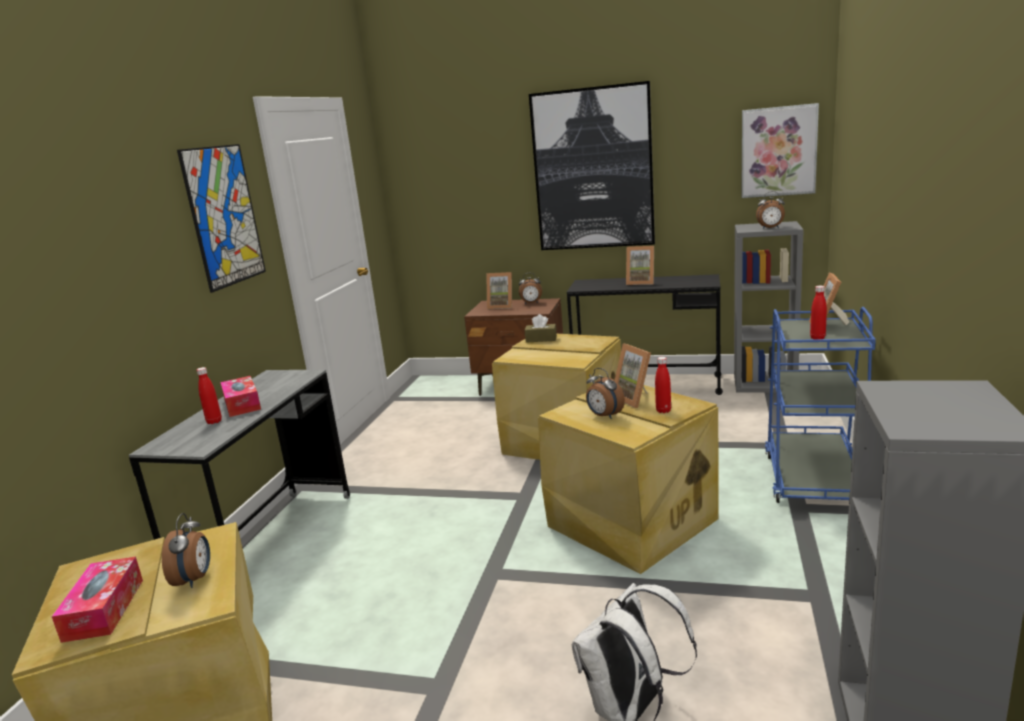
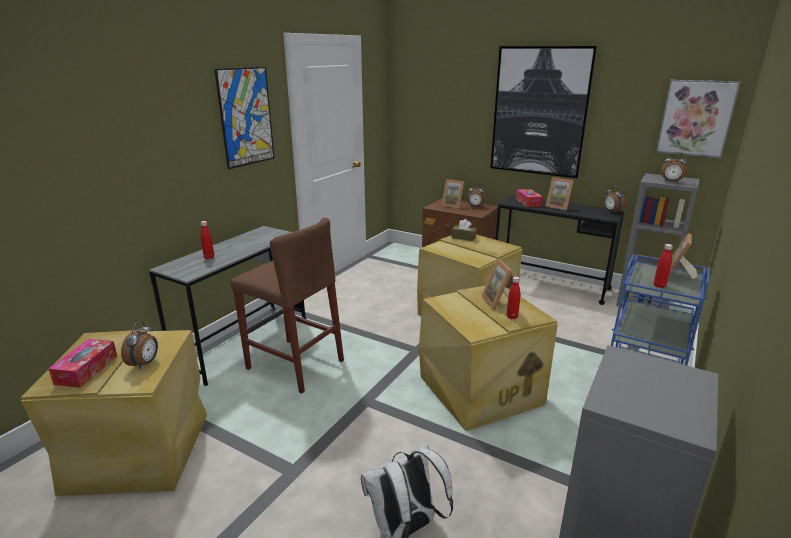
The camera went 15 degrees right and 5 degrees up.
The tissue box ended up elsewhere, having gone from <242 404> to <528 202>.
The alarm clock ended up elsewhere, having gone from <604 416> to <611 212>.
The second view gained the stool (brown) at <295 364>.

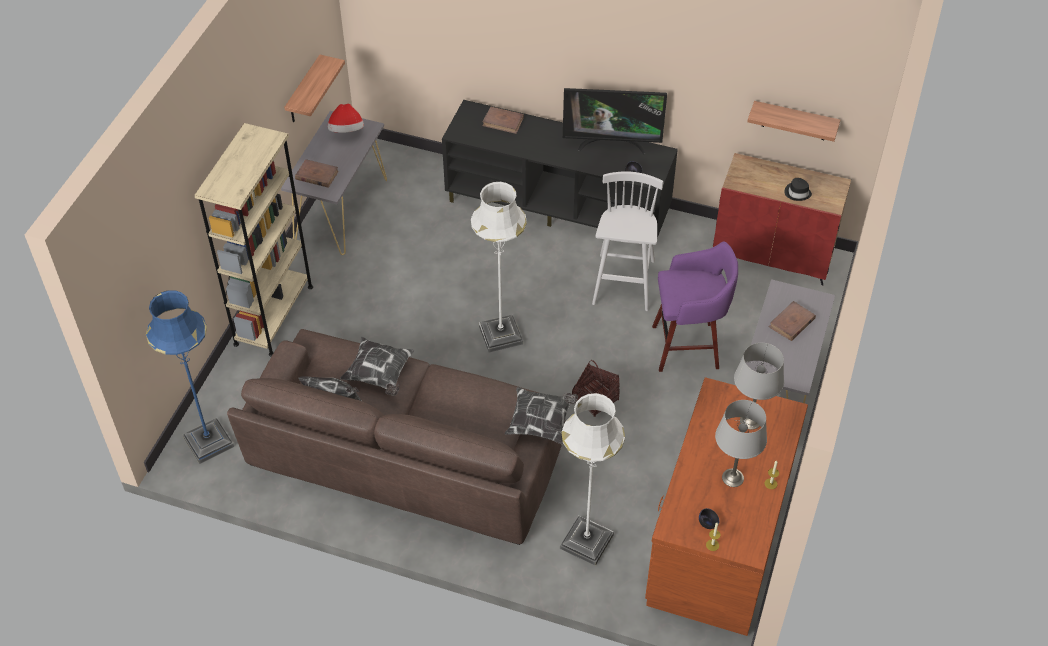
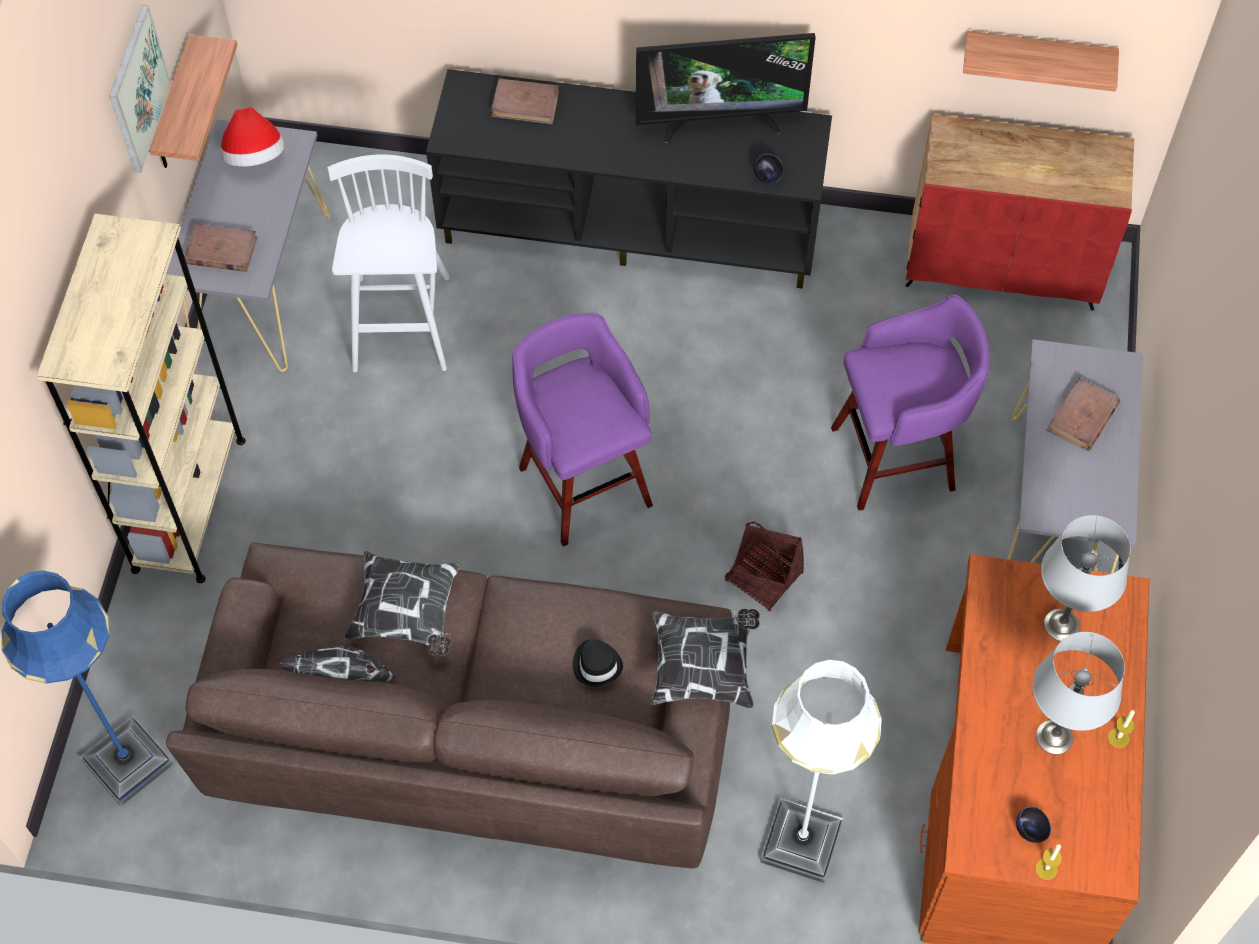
The camera went 10 degrees left and 10 degrees up.
Where the floor lamp (white) stood at <501 335>, the stool (purple) came to stand at <583 482>.
The stool (white) ended up elsewhere, having gone from <623 284> to <401 326>.
The hat (black) ended up elsewhere, having gone from <797 193> to <597 664>.
The second view gained the picture at <138 89>.

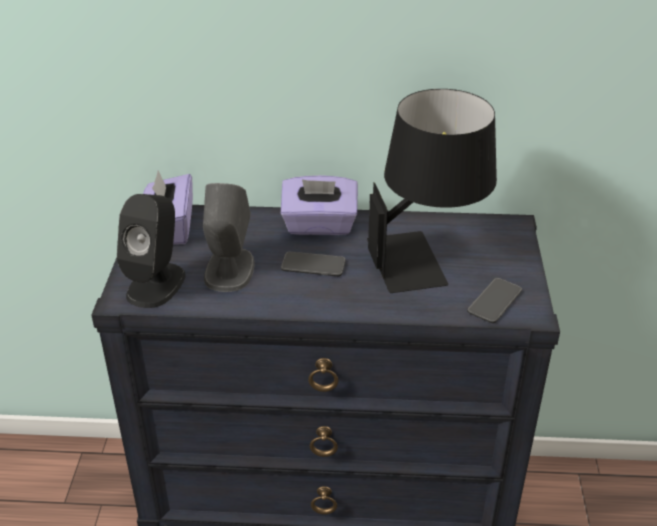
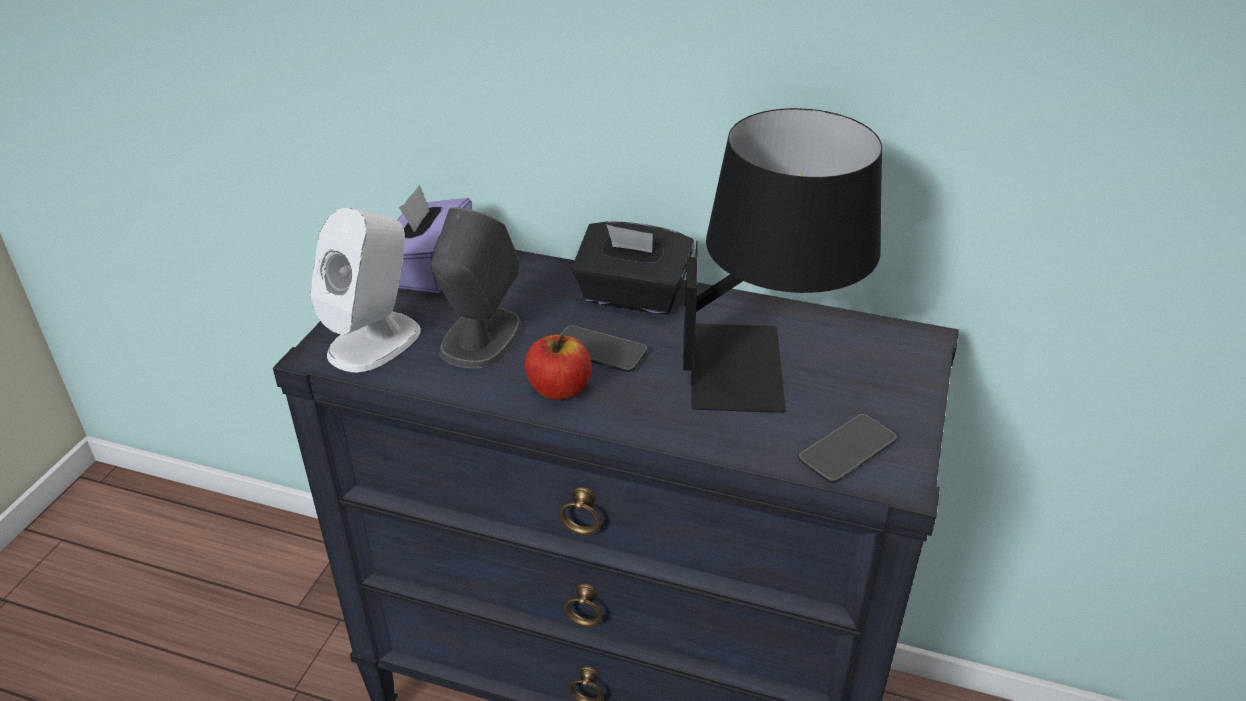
The camera went 15 degrees right and 0 degrees up.
What was the speaker (black) at <156 284> turned into the speaker (white) at <375 341>.
What was the tissue box (purple) at <319 225> turned into the tissue box (black) at <632 296>.
The second view gained the apple at <559 389>.

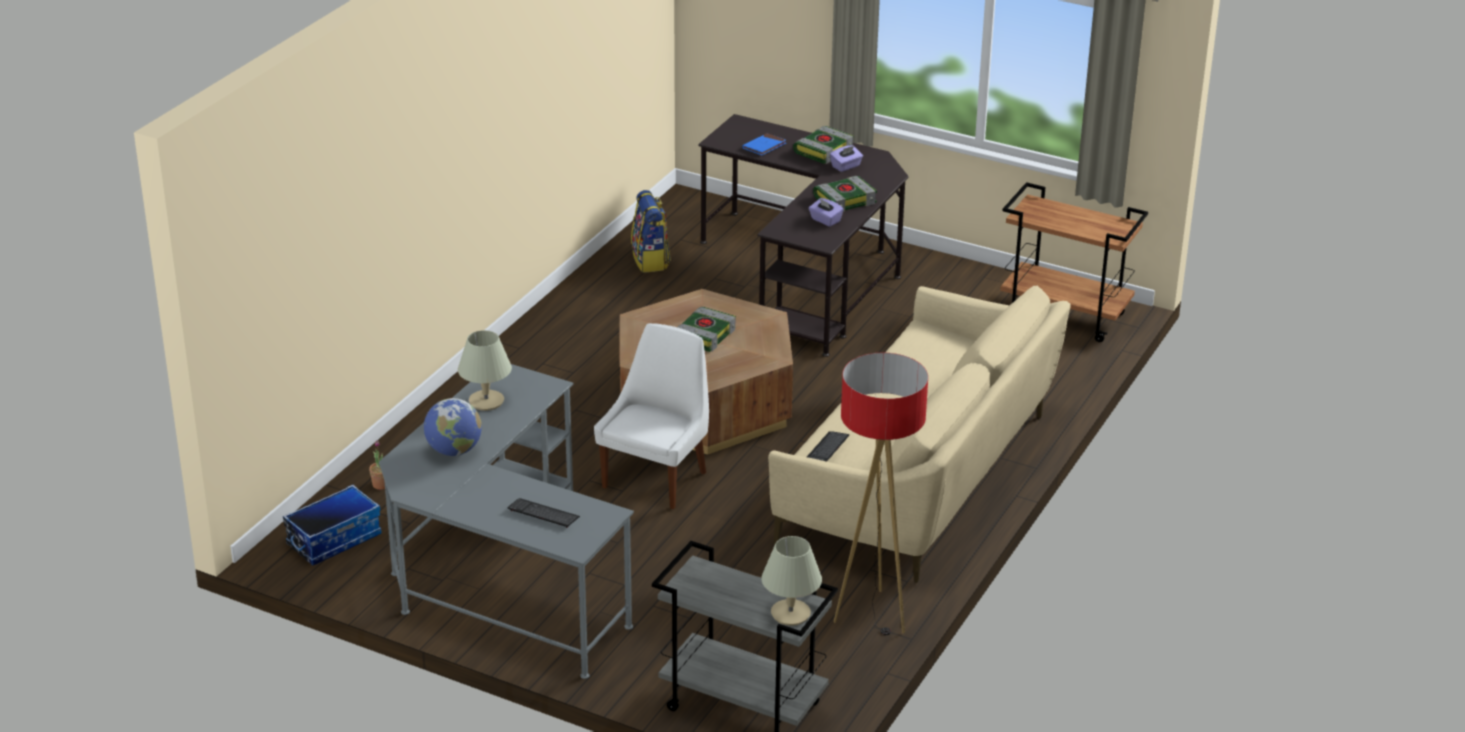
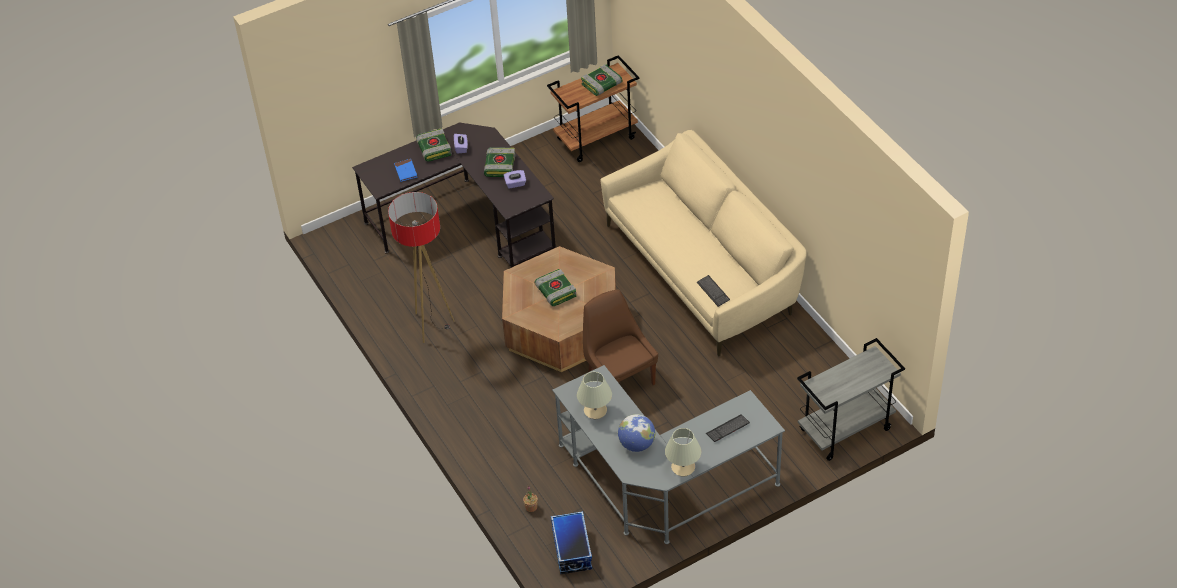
The camera went 55 degrees left and 15 degrees up.
What was the chair (white) at <657 478> turned into the chair (brown) at <619 379>.
The second view lost the backpack at <651 260>.
The table lamp (beige) ended up elsewhere, having gone from <790 613> to <683 467>.
The floor lamp ended up elsewhere, having gone from <872 616> to <431 326>.
The second view gained the book at <601 85>.

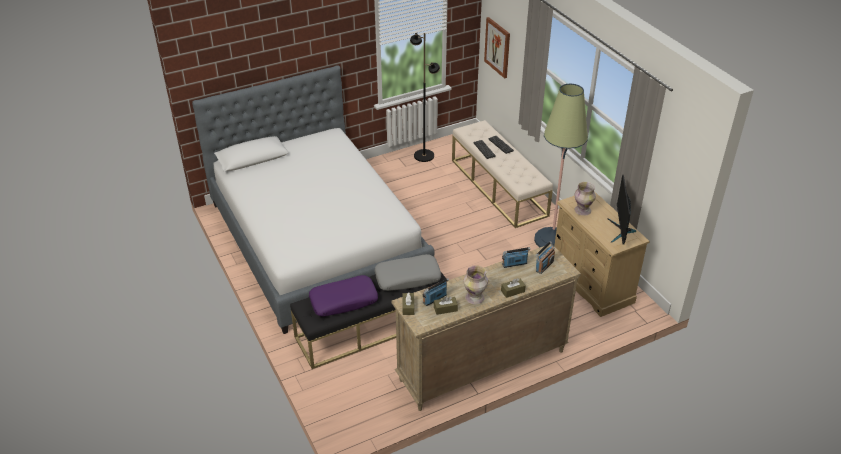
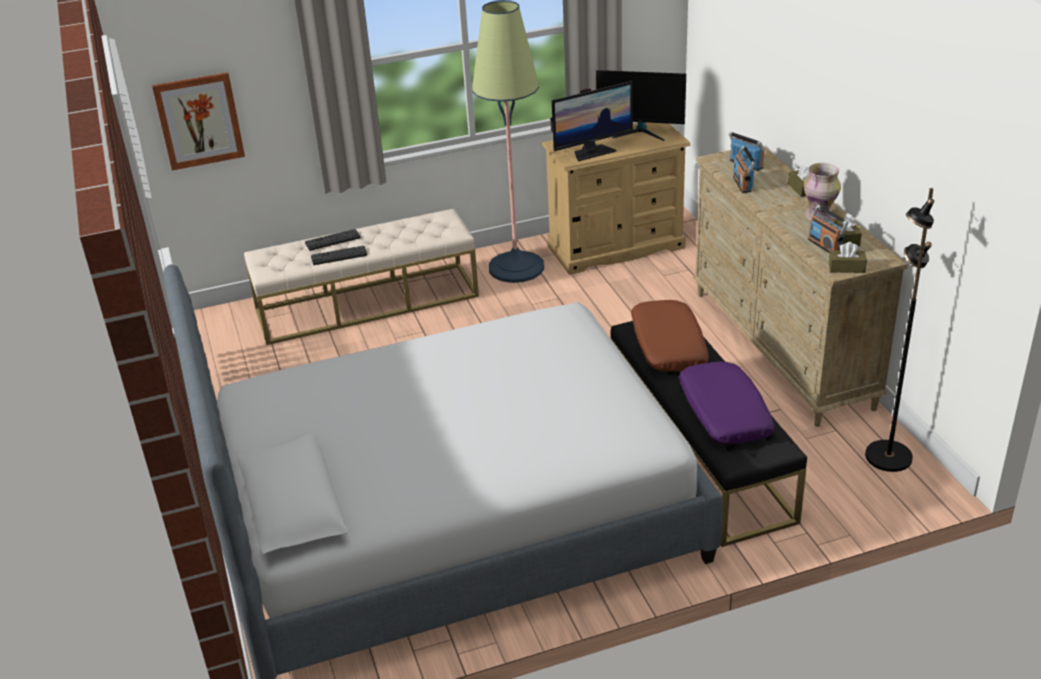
The camera went 80 degrees left and 5 degrees down.
What was the pillow (grey) at <407 278> turned into the pillow (brown) at <667 345>.
The floor lamp (black) ended up elsewhere, having gone from <424 155> to <887 457>.
Where the vase stood at <583 211>, the monitor came to stand at <592 152>.

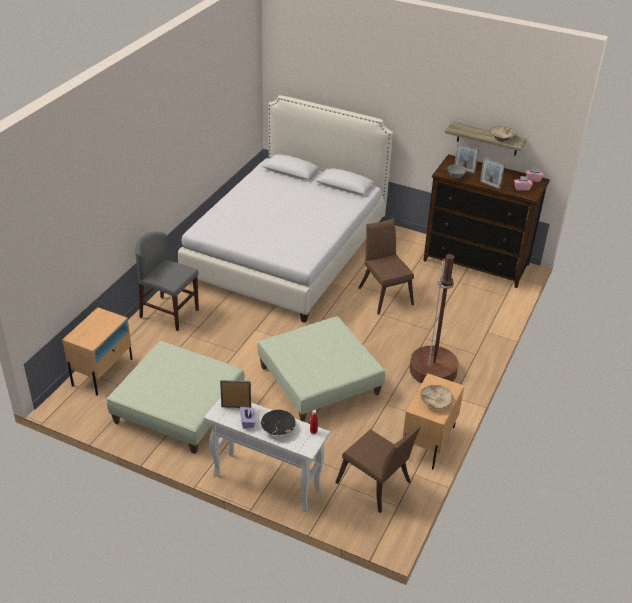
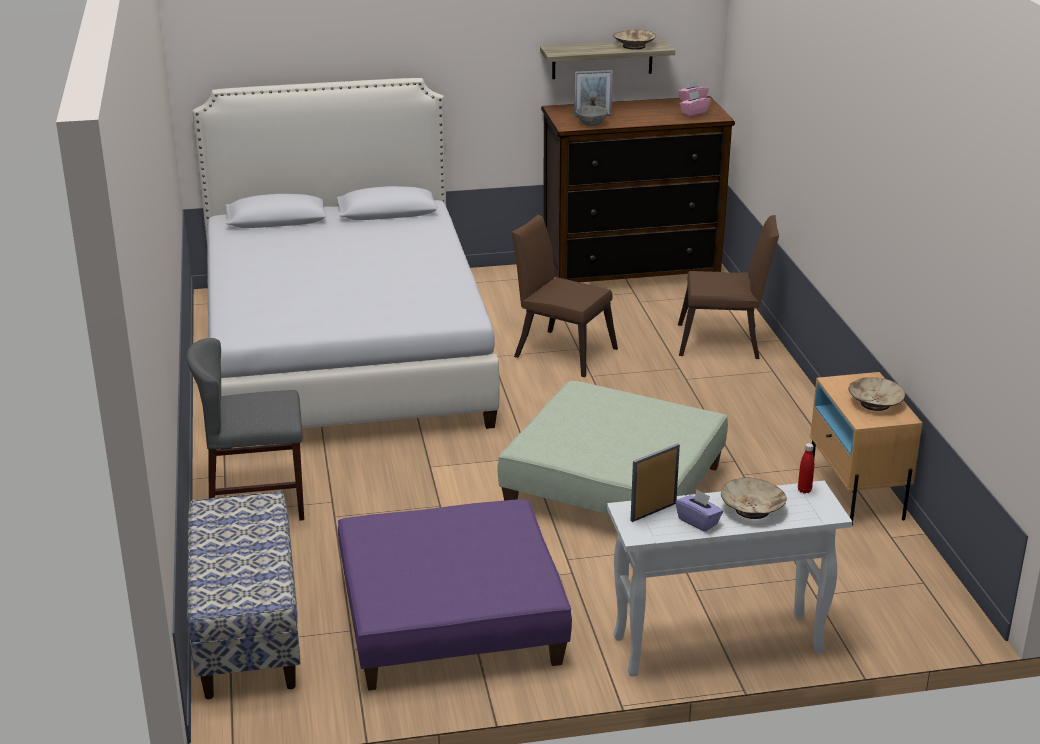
The camera went 35 degrees left and 10 degrees down.
Where the nightstand (beige) stood at <103 372>, the bench came to stand at <246 630>.
What was the ottoman (green) at <178 408> turned into the ottoman (purple) at <449 620>.
What was the bowl (black) at <278 428> turned into the bowl (beige) at <752 509>.
The chair (brown) ended up elsewhere, having gone from <376 486> to <725 342>.
The second view lost the floor lamp (brown) at <433 370>.
The second view lost the picture frame at <490 185>.

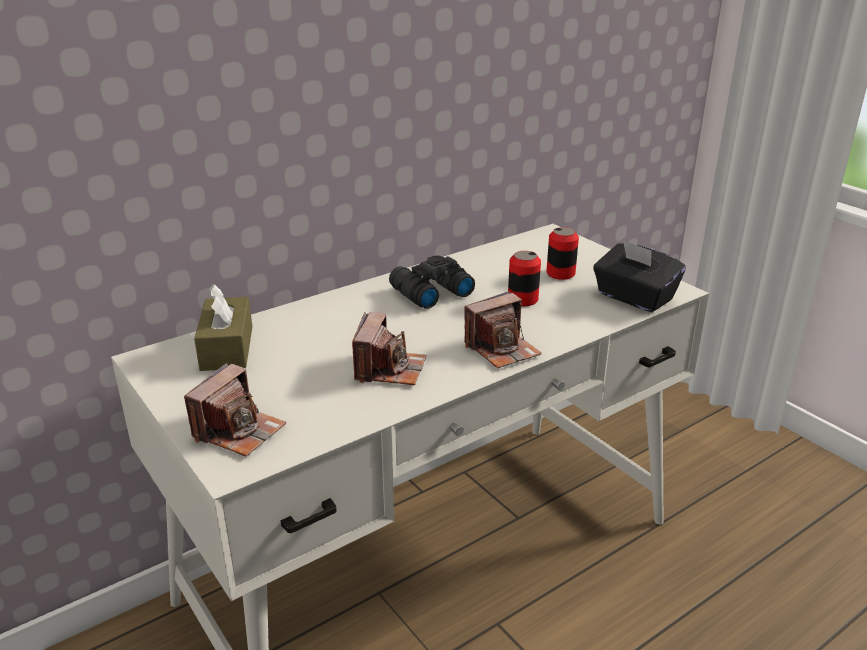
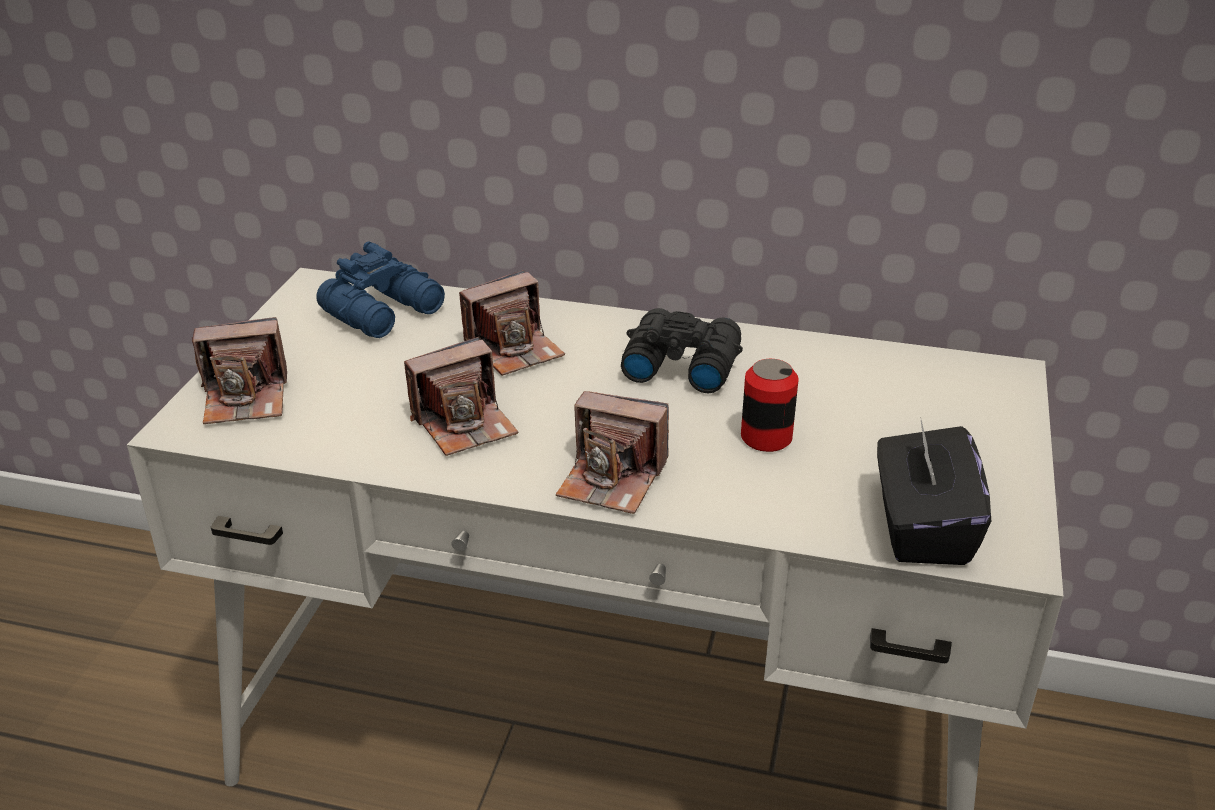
The camera went 50 degrees right and 5 degrees up.
Where the tissue box (brown) stood at <227 348>, the binoculars (blue) came to stand at <386 312>.
The second view lost the can at <560 273>.
The second view gained the photo camera at <514 349>.

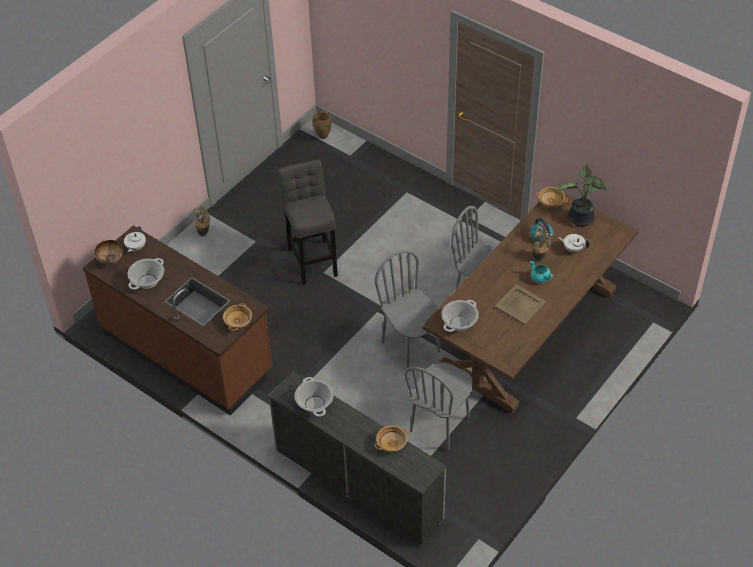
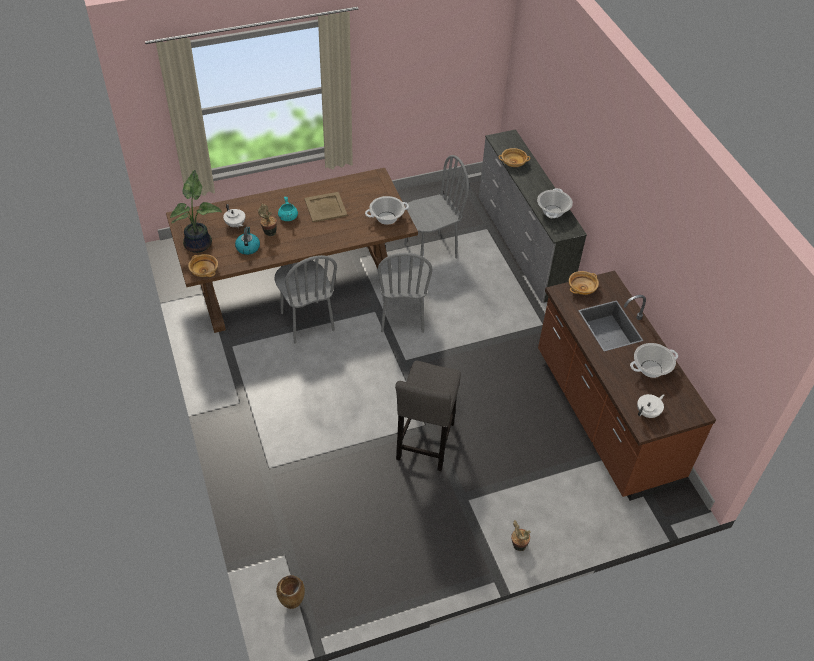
The camera went 150 degrees left and 0 degrees up.
The second view lost the bowl at <110 261>.

